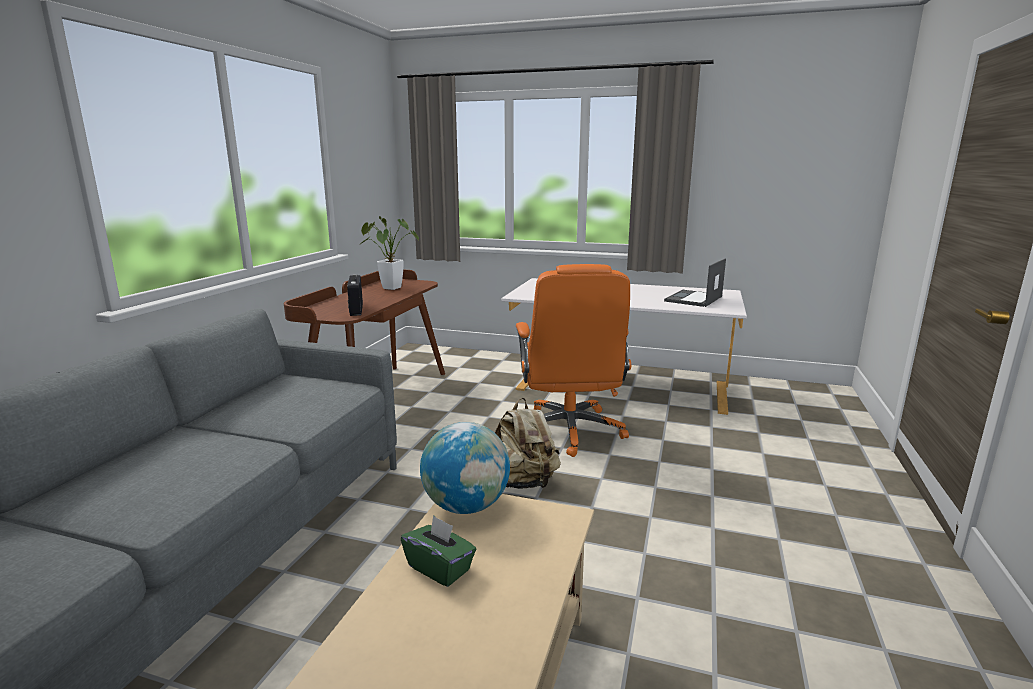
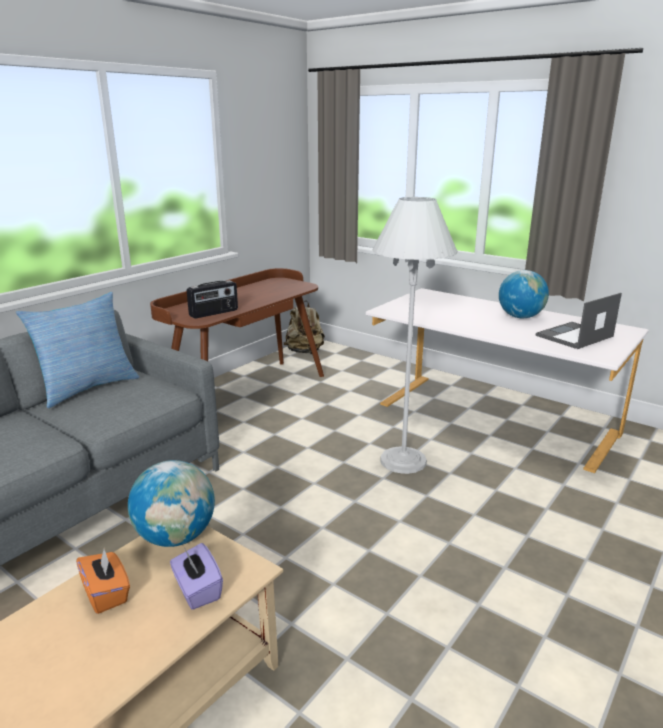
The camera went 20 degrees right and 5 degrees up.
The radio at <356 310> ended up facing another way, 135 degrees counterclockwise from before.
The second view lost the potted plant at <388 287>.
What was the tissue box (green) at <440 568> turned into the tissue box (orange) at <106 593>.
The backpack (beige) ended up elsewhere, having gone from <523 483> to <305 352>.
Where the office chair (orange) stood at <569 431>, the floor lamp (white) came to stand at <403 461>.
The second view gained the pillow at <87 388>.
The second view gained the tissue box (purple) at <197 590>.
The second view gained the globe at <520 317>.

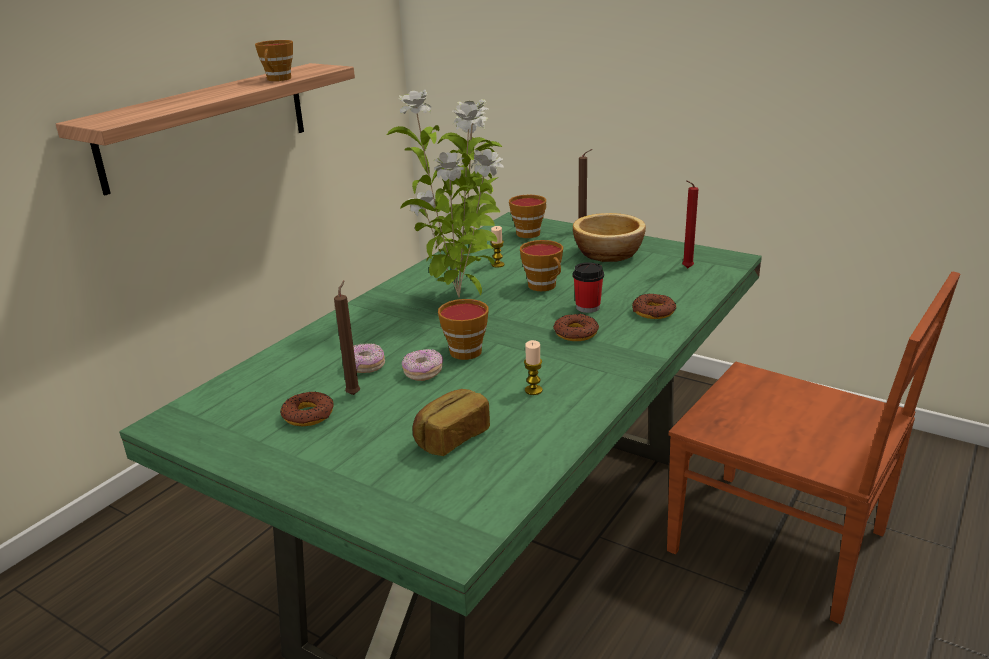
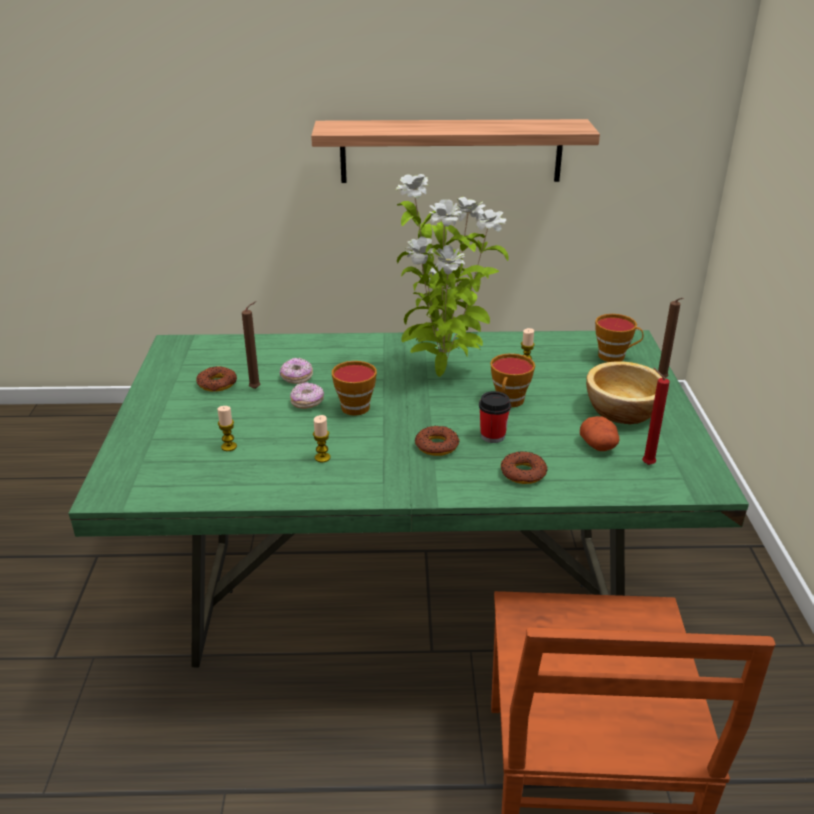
The camera went 55 degrees right and 5 degrees up.
The second view lost the cup at <278 79>.
Where the bread stood at <451 437>, the candle came to stand at <229 447>.
The second view gained the potato at <599 445>.

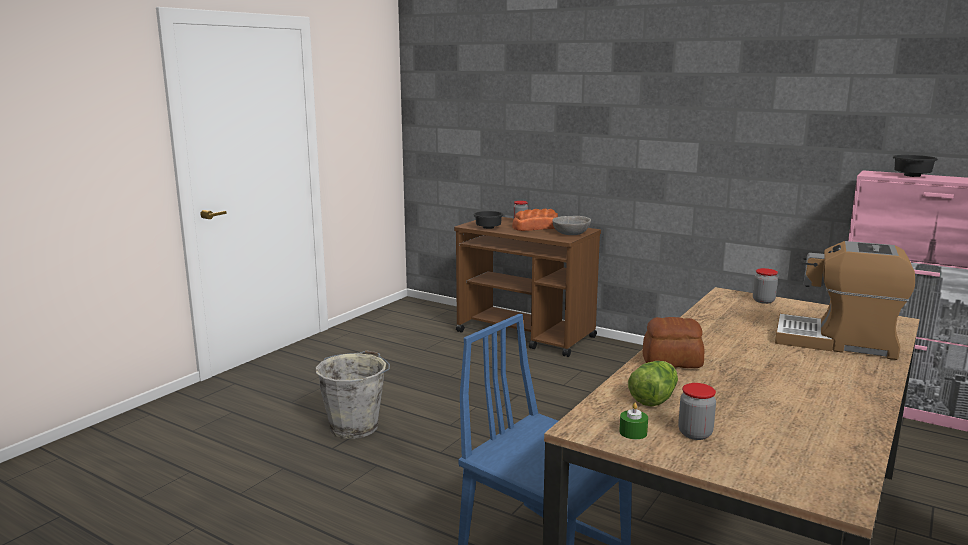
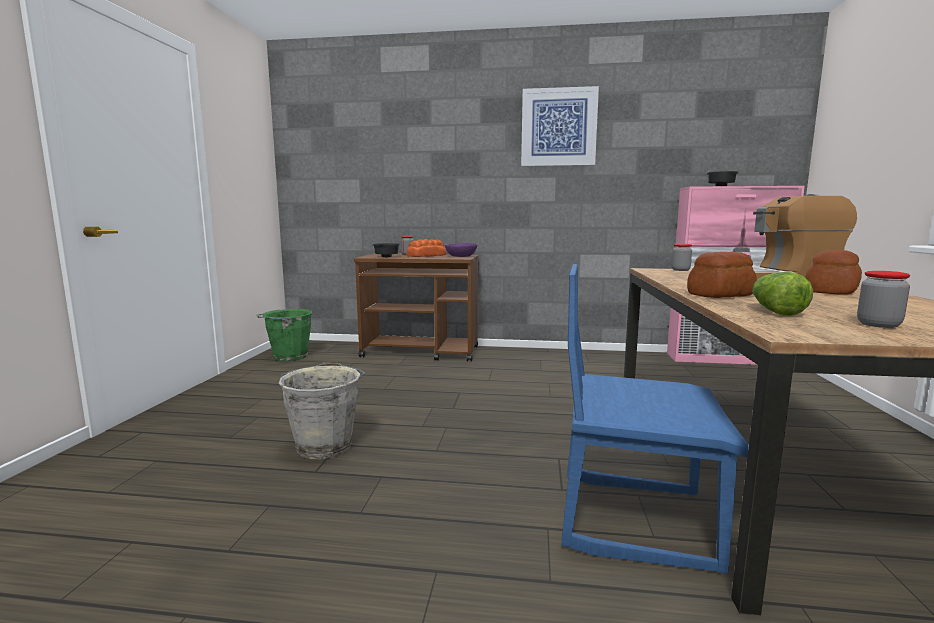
The camera went 25 degrees left and 5 degrees down.
What was the bowl (grey) at <571 233> turned into the bowl (purple) at <461 256>.
The second view lost the candle (green) at <633 432>.
The second view gained the bucket (green) at <289 356>.
The second view gained the picture at <558 127>.
The second view gained the bread at <830 291>.

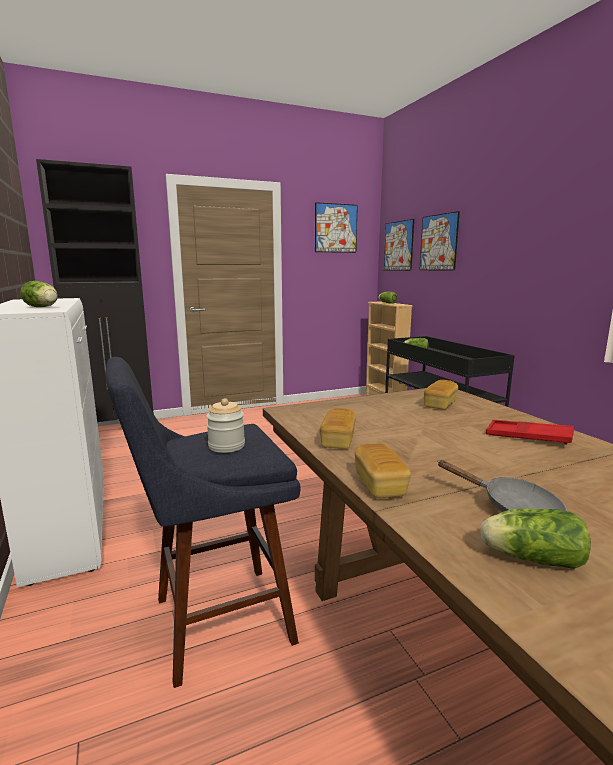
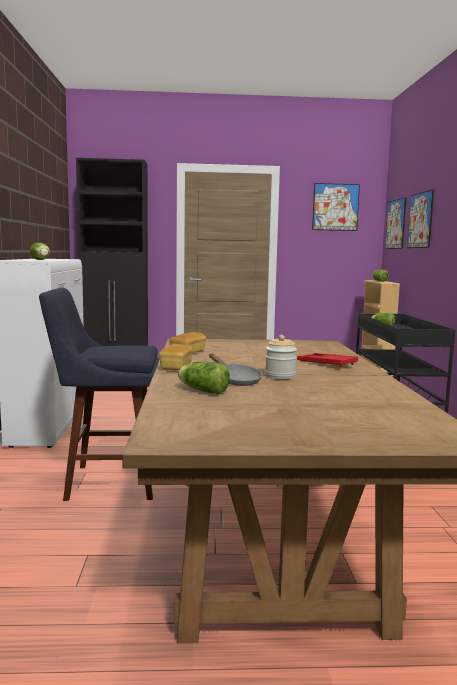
The camera went 20 degrees right and 5 degrees down.
The jar ended up elsewhere, having gone from <226 446> to <280 376>.
The second view lost the bread at <440 404>.

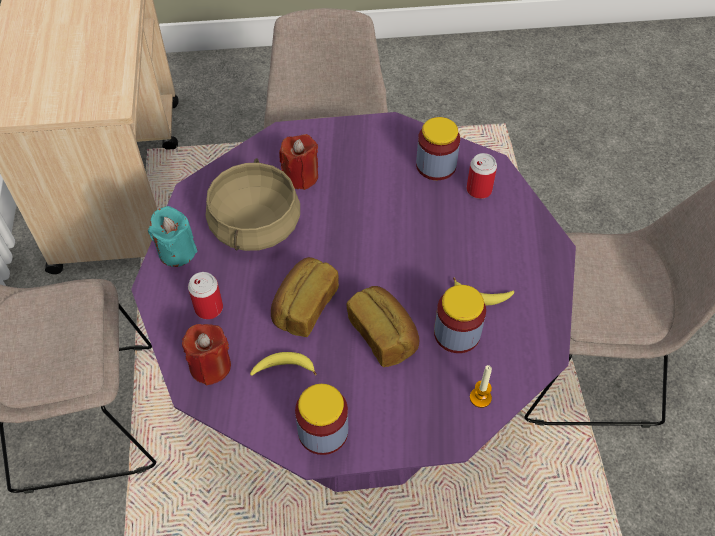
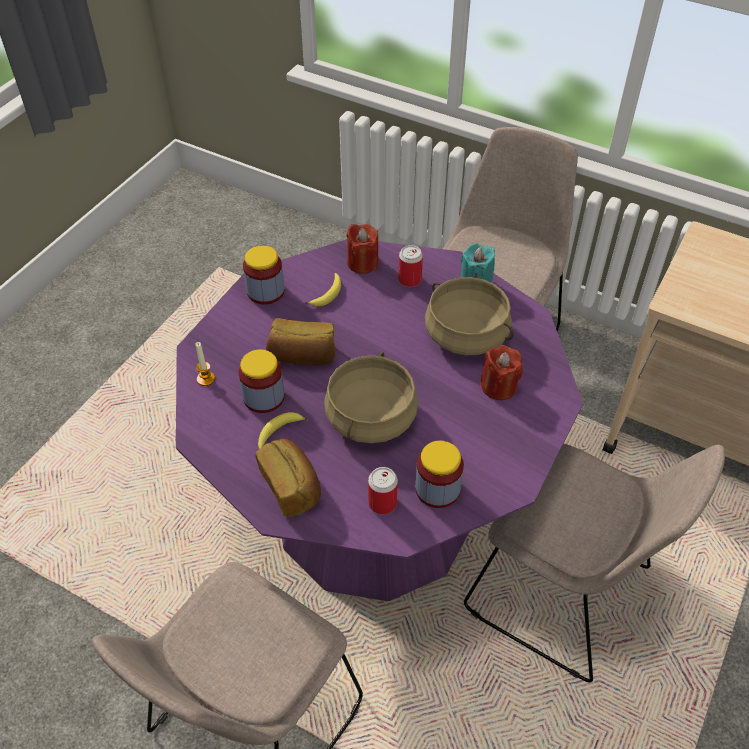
The camera went 125 degrees right and 5 degrees down.
The bread ended up elsewhere, having gone from <304 307> to <291 486>.
The second view gained the cooking pot (beige) at <370 417>.

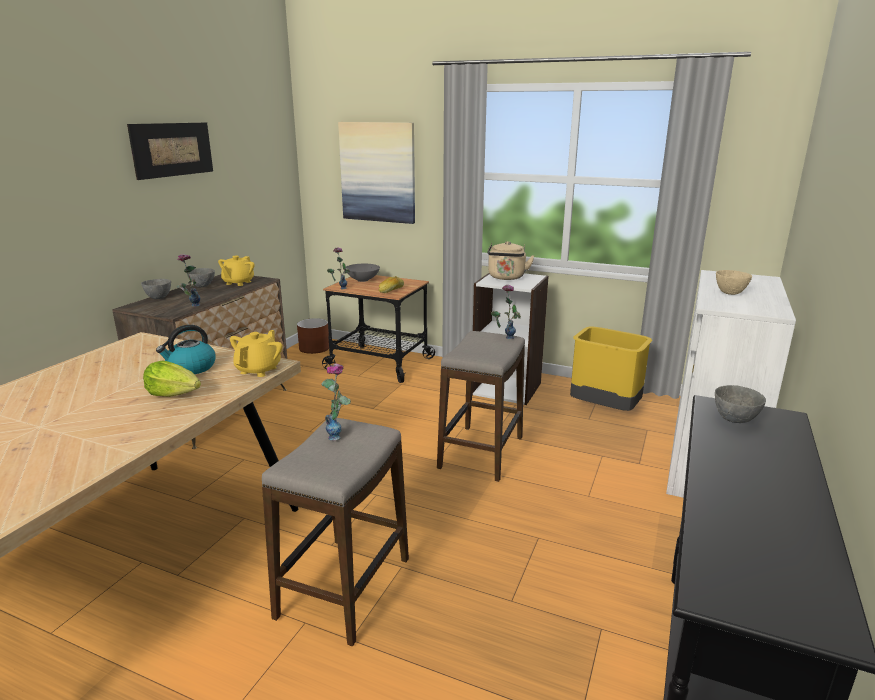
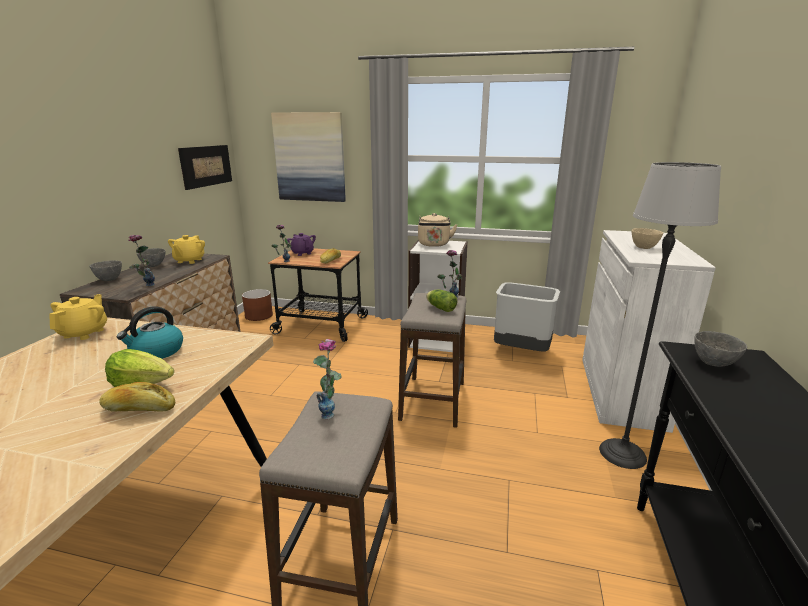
The camera went 10 degrees left and 0 degrees up.
The picture ended up elsewhere, having gone from <172 149> to <206 166>.
The teapot (yellow) ended up elsewhere, having gone from <259 370> to <84 333>.
Where the bowl (grey) stood at <363 280>, the teapot (purple) came to stand at <302 253>.
What was the trash can (yellow) at <605 409> turned into the trash can (grey) at <522 351>.
The second view gained the bread at <139 409>.
The second view gained the lettuce at <440 308>.
The second view gained the floor lamp at <622 453>.

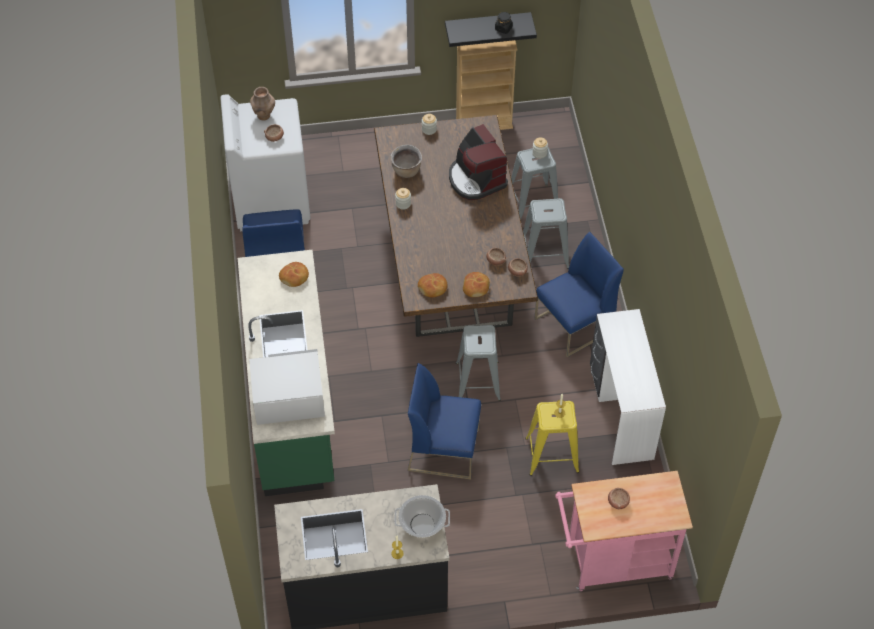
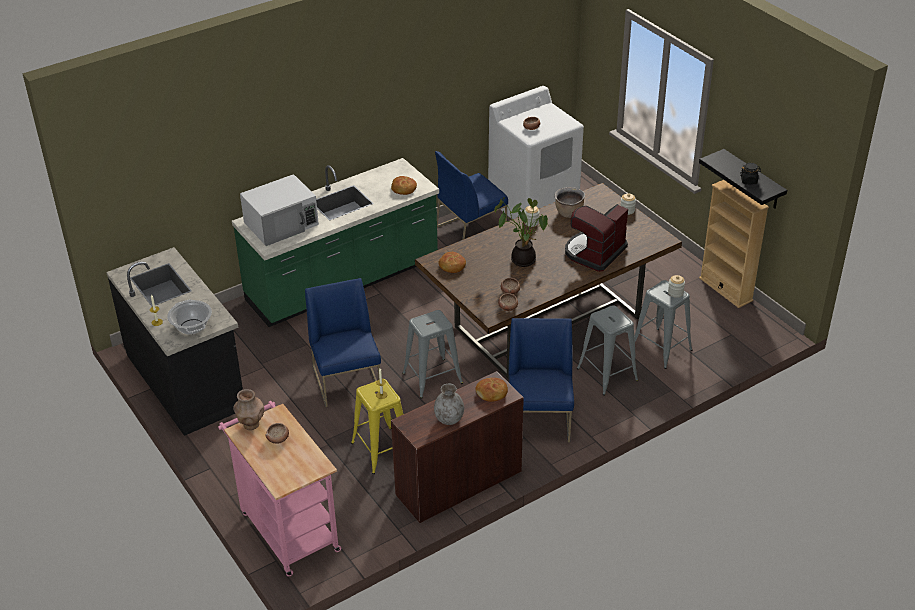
The camera went 65 degrees right and 15 degrees down.
The microwave (white) at <288 398> ended up facing another way, 90 degrees clockwise from before.
The vase (brown) ended up elsewhere, having gone from <264 116> to <251 425>.
The bread ended up elsewhere, having gone from <476 287> to <492 393>.
The chair (blue) at <574 325> ended up facing another way, 120 degrees counterclockwise from before.
What was the desk (white) at <619 414> turned into the desk (brown) at <458 482>.
The second view gained the vase (grey) at <449 419>.
The second view gained the potted plant at <523 259>.

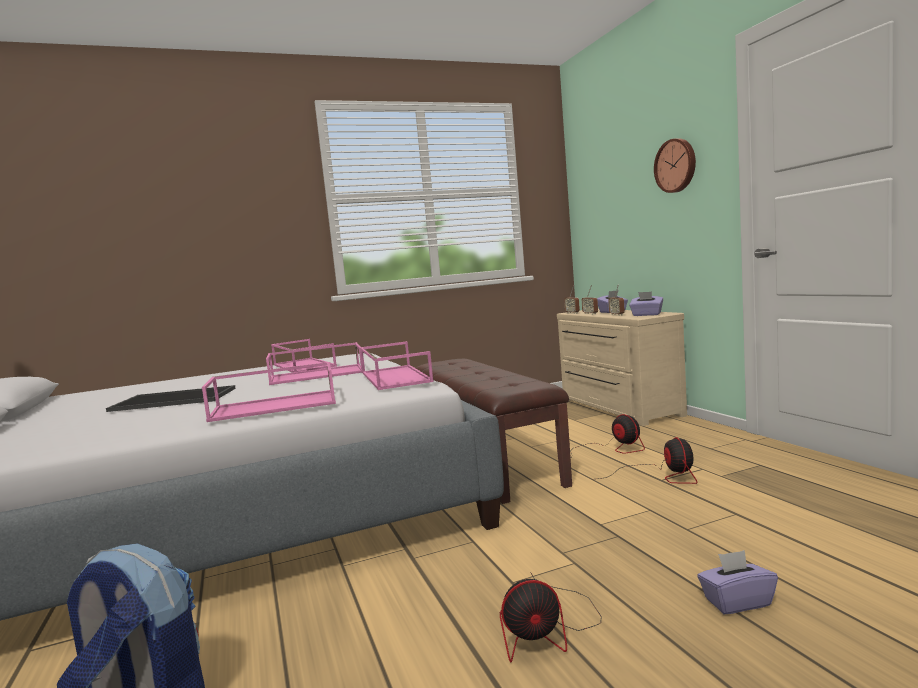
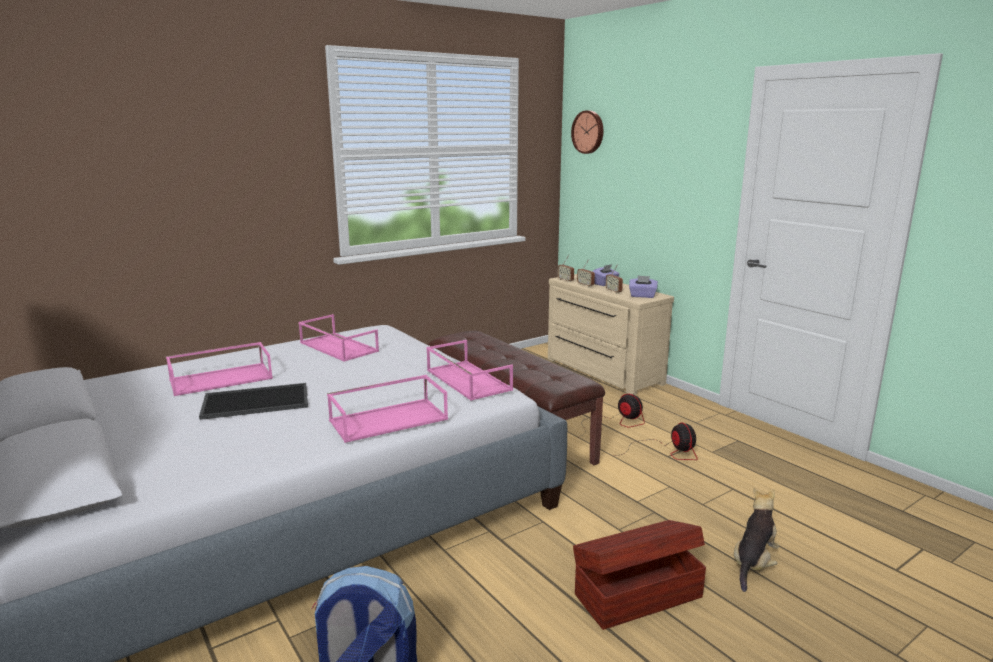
The camera went 15 degrees left and 10 degrees up.
The tray (pink) ended up elsewhere, having gone from <318 374> to <222 379>.
Where the fan stood at <547 630>, the storage box (brown) came to stand at <636 595>.
The wall clock ended up elsewhere, having gone from <676 165> to <588 132>.
Where the tissue box (purple) stood at <736 602>, the plush toy came to stand at <753 564>.

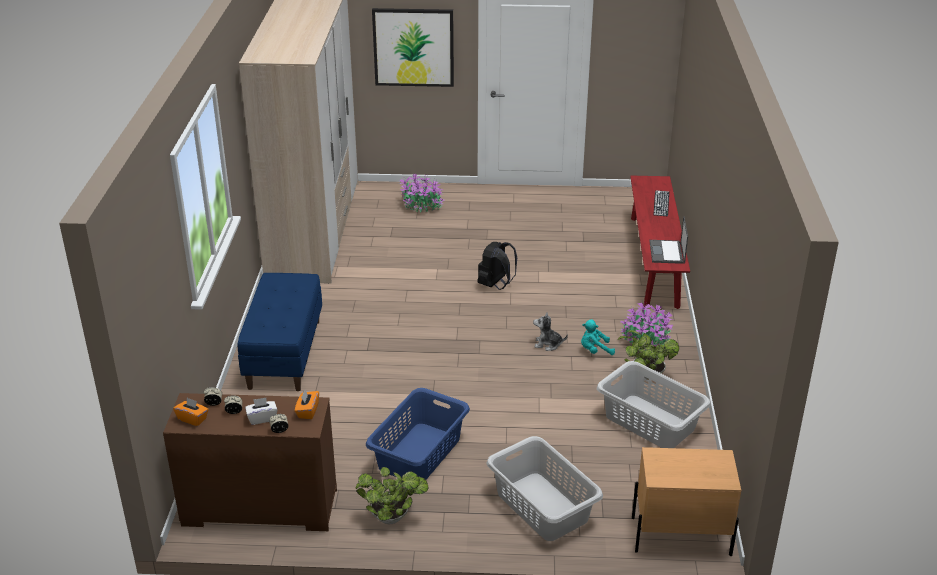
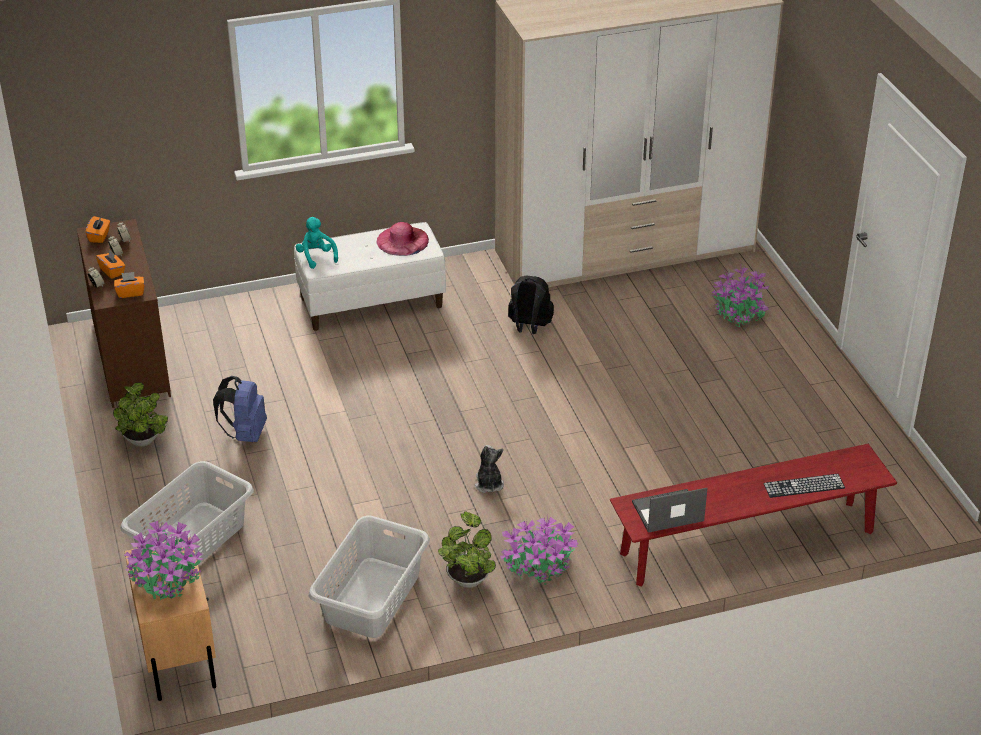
The camera went 70 degrees right and 5 degrees up.
What was the bench (blue) at <284 353> turned into the bench (white) at <372 302>.
What was the tissue box (white) at <262 418> turned into the tissue box (orange) at <112 271>.
Where the laundry basket (blue) stood at <418 453>, the backpack (blue) came to stand at <245 434>.
The second view lost the picture at <413 47>.
The backpack (black) ended up elsewhere, having gone from <496 285> to <529 327>.
The plush toy (turquoise) ended up elsewhere, having gone from <595 350> to <316 257>.
The second view gained the potted plant at <166 580>.
The second view gained the hat (pink) at <402 240>.

